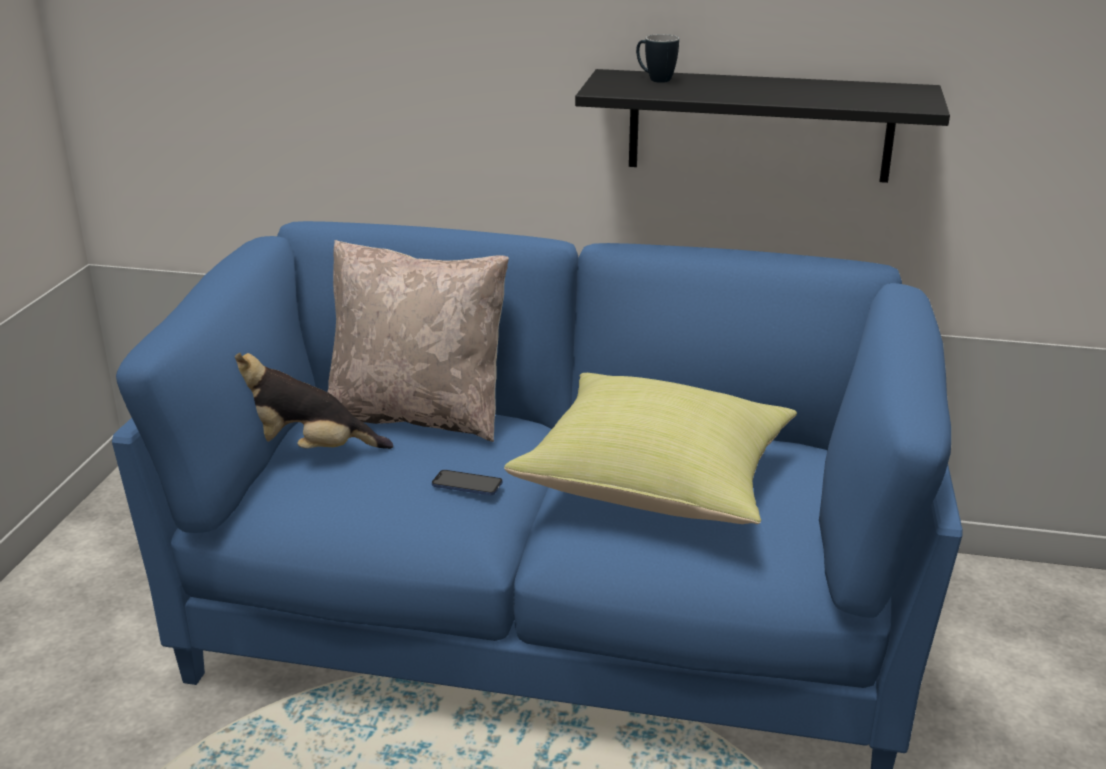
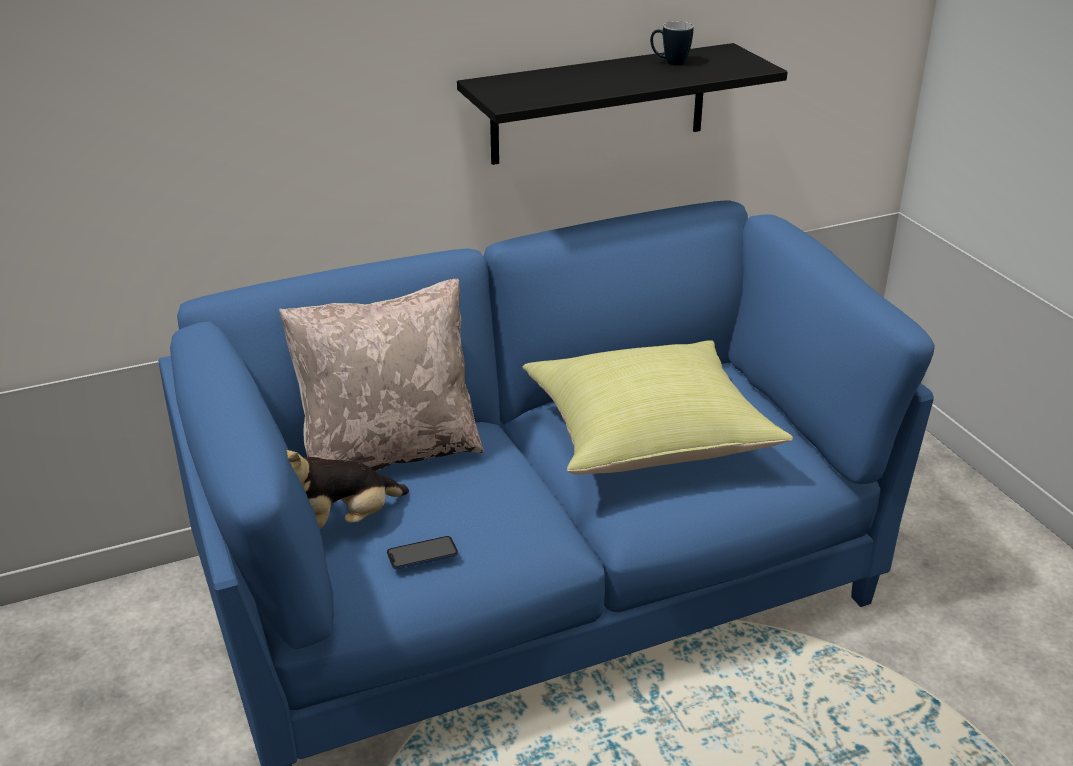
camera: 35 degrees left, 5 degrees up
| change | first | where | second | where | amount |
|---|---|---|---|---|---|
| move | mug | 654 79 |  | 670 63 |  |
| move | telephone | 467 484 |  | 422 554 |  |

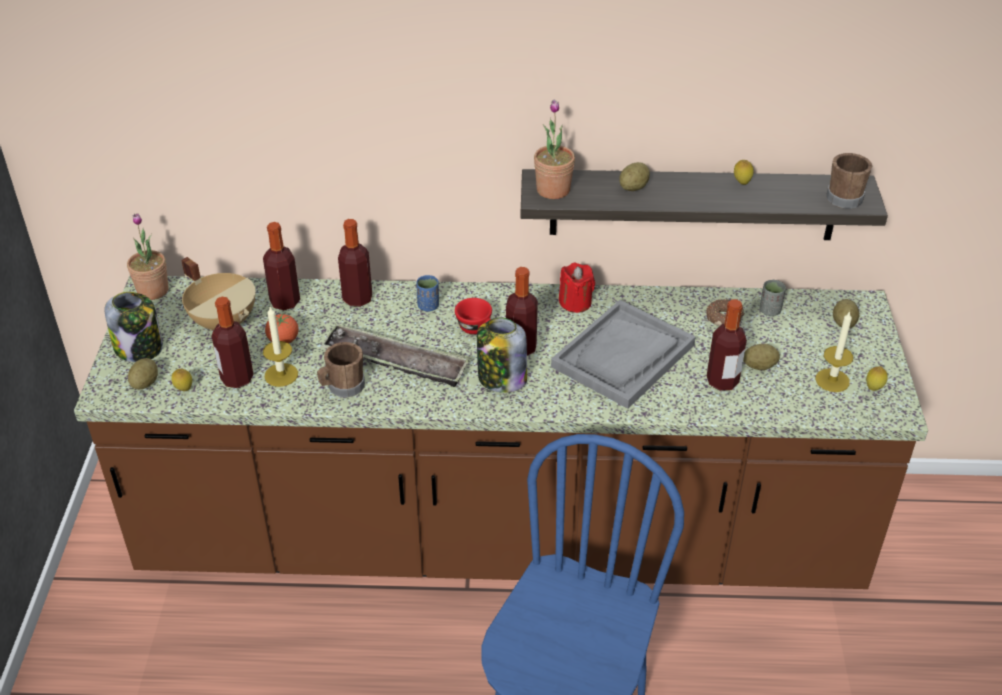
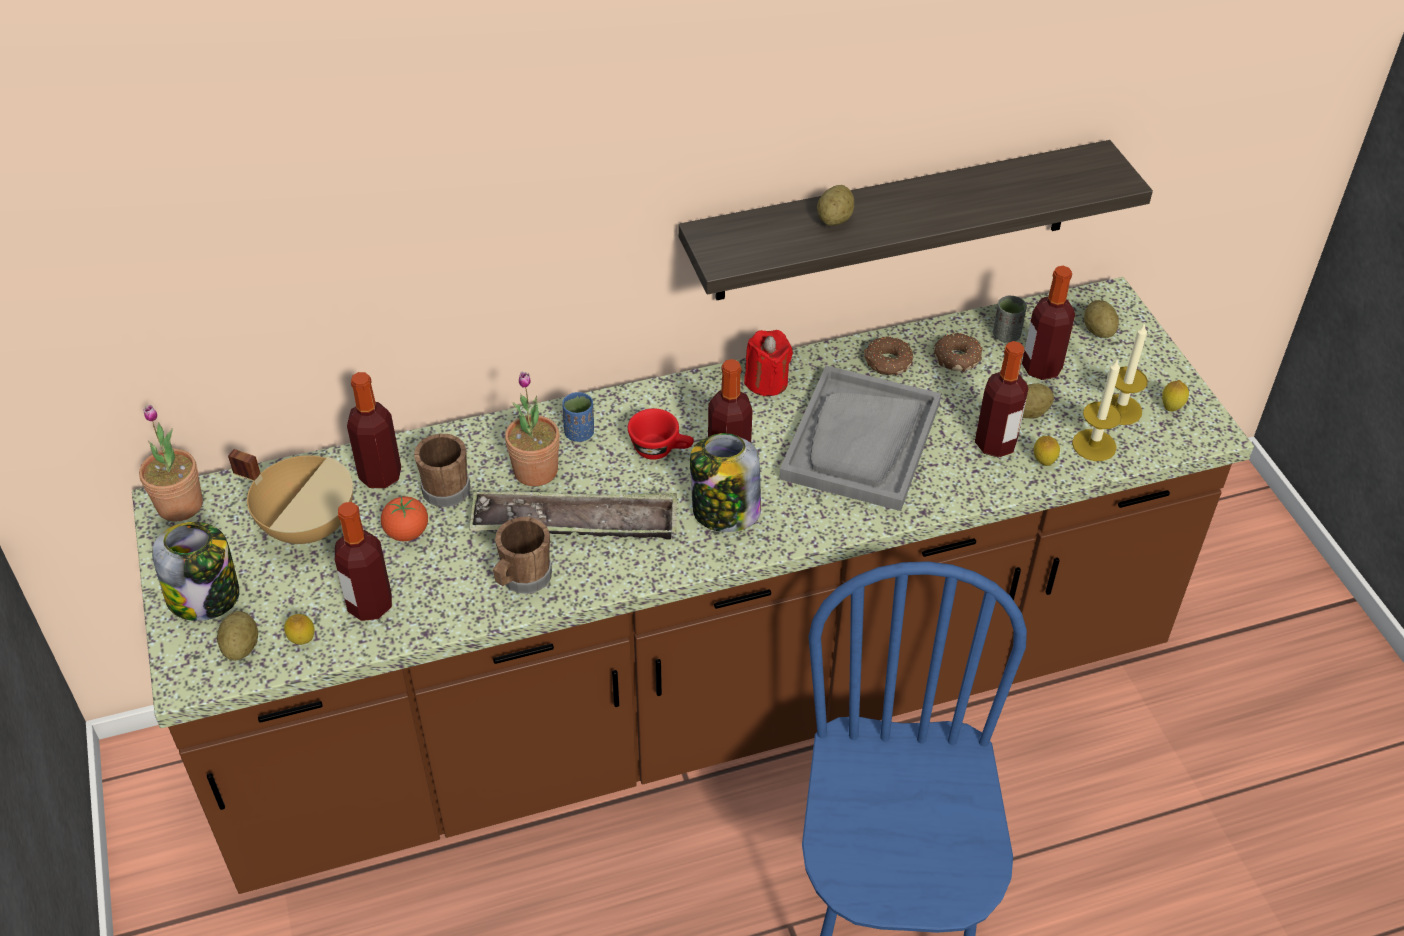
camera: 20 degrees left, 5 degrees up
| change | first | where | second | where | amount |
|---|---|---|---|---|---|
| move | potted plant | 553 190 |  | 535 471 |  |
| move | brown mug | 842 196 |  | 443 486 |  |
| move | citrus fruit | 741 183 |  | 1043 463 |  |
| move | drink bottle | 357 298 |  | 1041 368 |  |
| move | candle | 281 375 |  | 1094 445 |  |
| insert |  |  | doughnut | 887 363 |  |

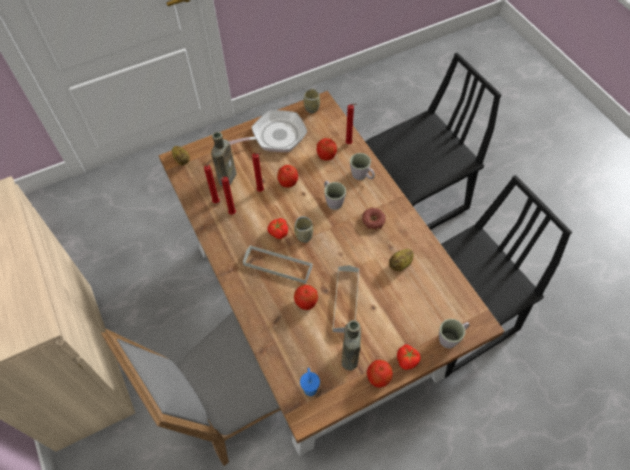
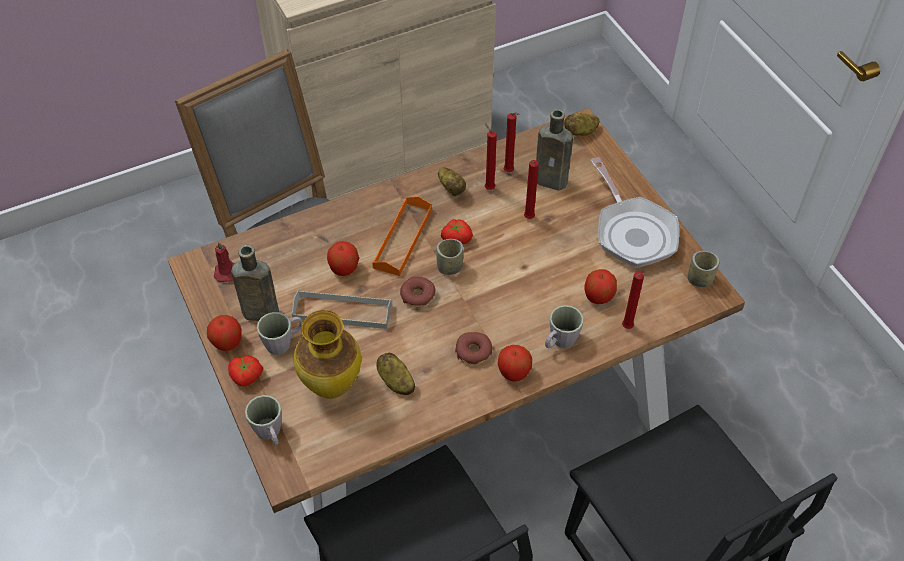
camera: 90 degrees right, 5 degrees down
| change | first | where | second | where | amount |
|---|---|---|---|---|---|
| move | apple | 288 182 |  | 514 372 |  |
| move | grey mug | 332 200 |  | 284 342 |  |
| recolor | grey tray | 277 265 | orangey tray | 403 238 |  |
| replace | blue-coloured drinking cup | 310 388 | red candle | 226 271 |  |
| insert |  |  | spud | 452 188 |  |
| insert |  |  | doughnut | 417 295 |  |
| insert |  |  | decorative vase | 331 387 |  |

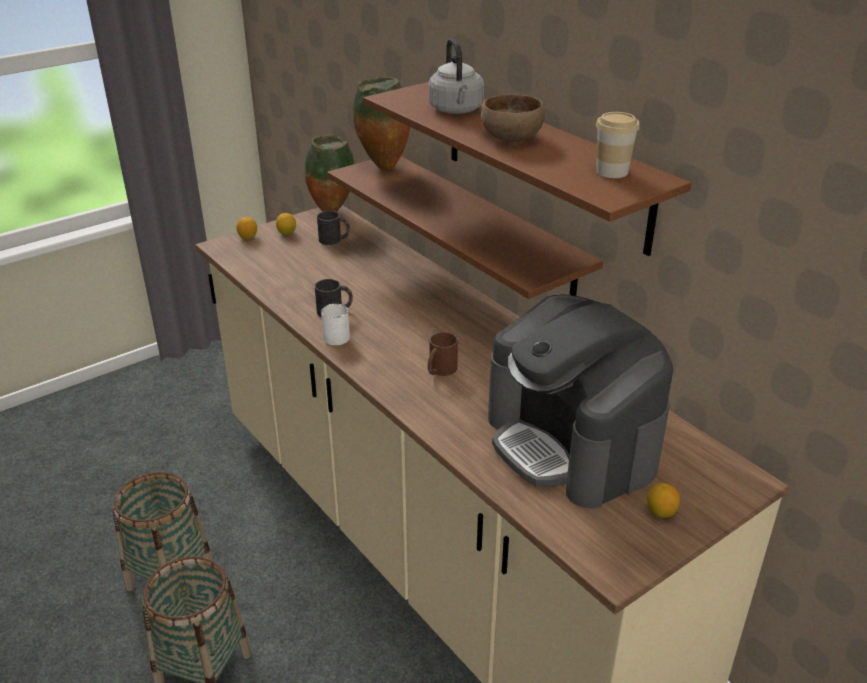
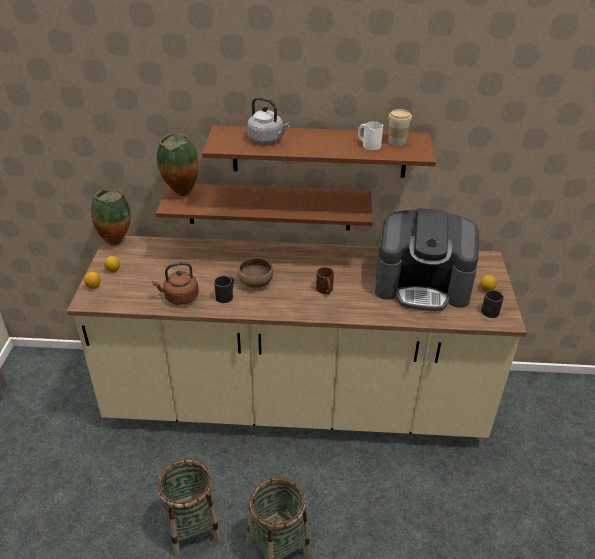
camera: 50 degrees left, 5 degrees up
| change | first | where | second | where | amount |
|---|---|---|---|---|---|
| move | brown deep dish | 510 138 |  | 255 283 |  |
| move | black mug | 334 240 |  | 492 310 |  |
| move | whitish mug | 336 334 |  | 368 144 |  |
| insert |  |  | brown tea kettle | 179 297 |  |

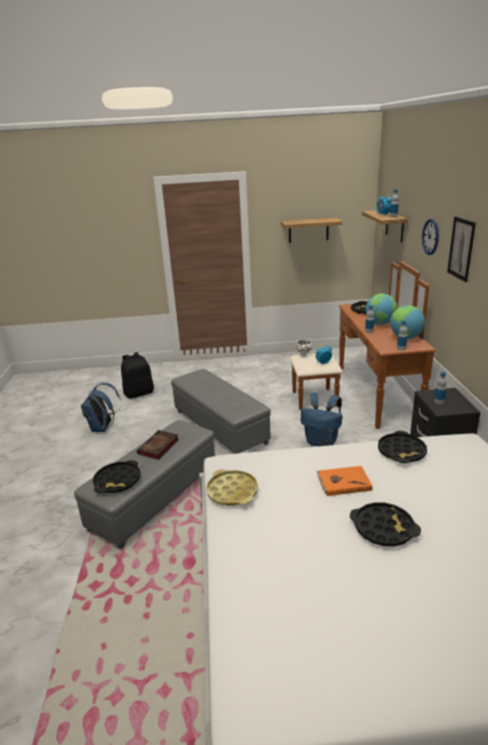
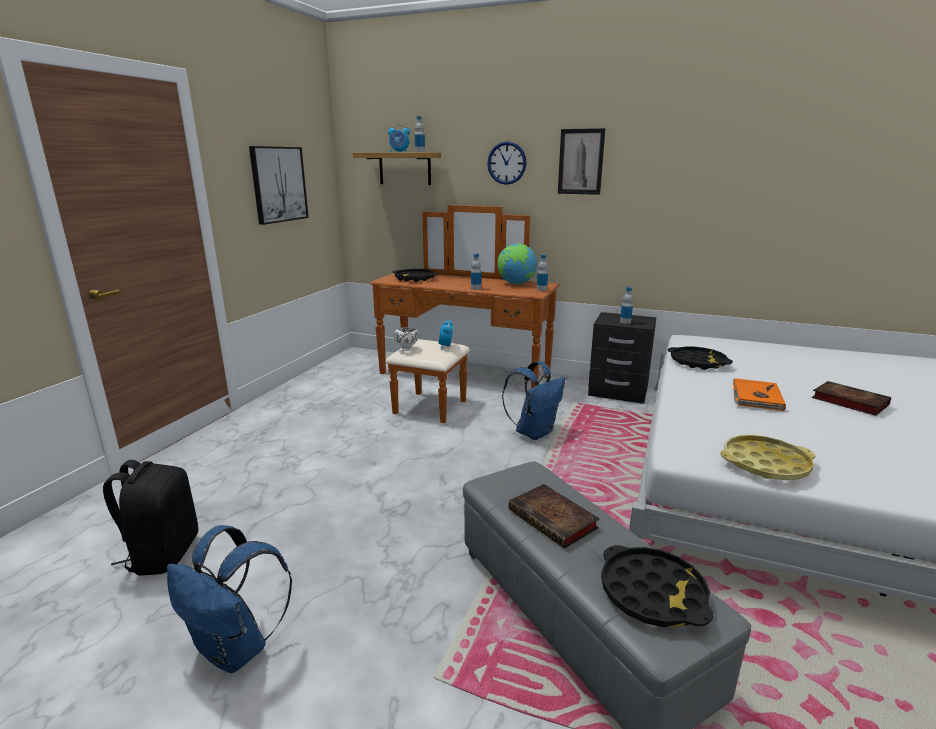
camera: 65 degrees left, 5 degrees down
| change | first | where | second | where | amount |
|---|---|---|---|---|---|
| replace | wall shelf | 308 230 | wall picture | 278 184 |  |
| delete | world globe | 380 324 |  |  |  |
| delete | grey footrest | 221 426 |  |  |  |
| replace | black tray | 383 528 | bound book | 847 401 |  |

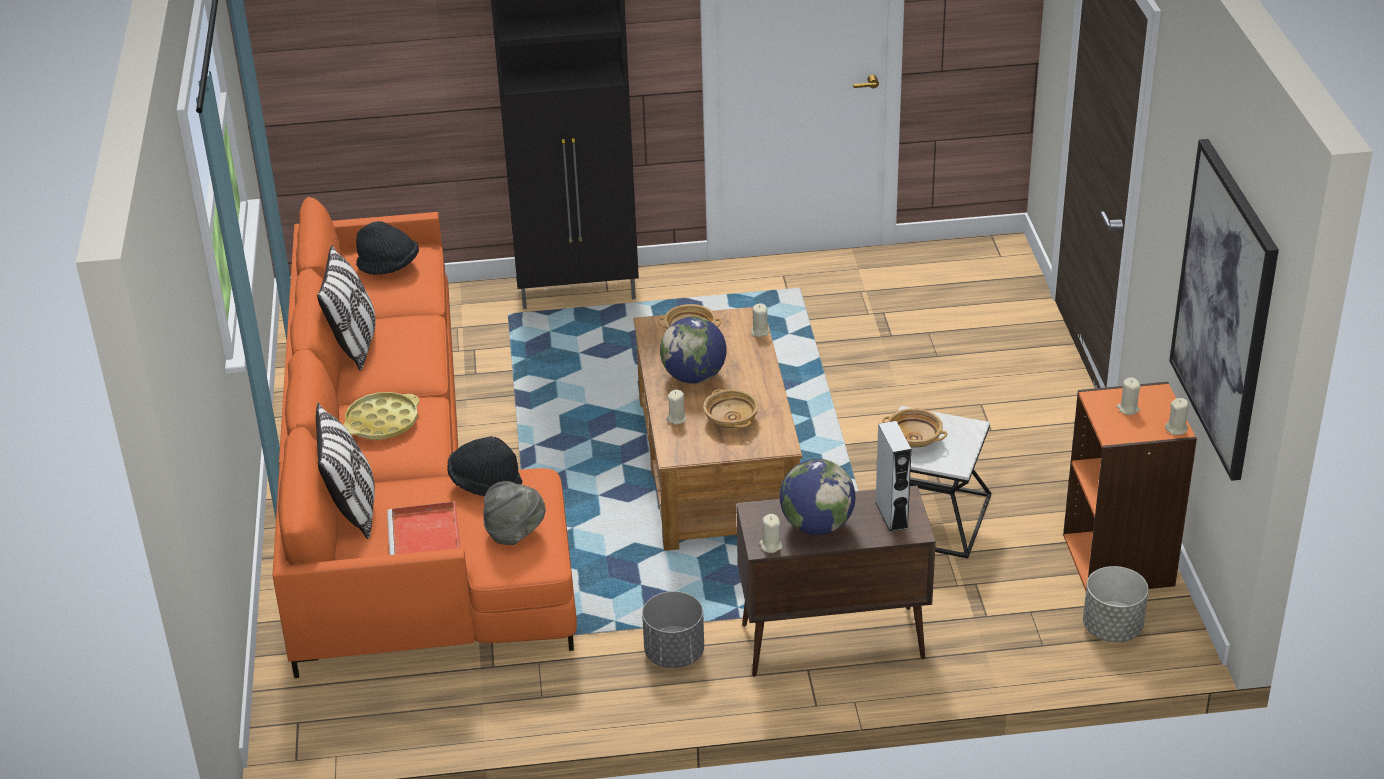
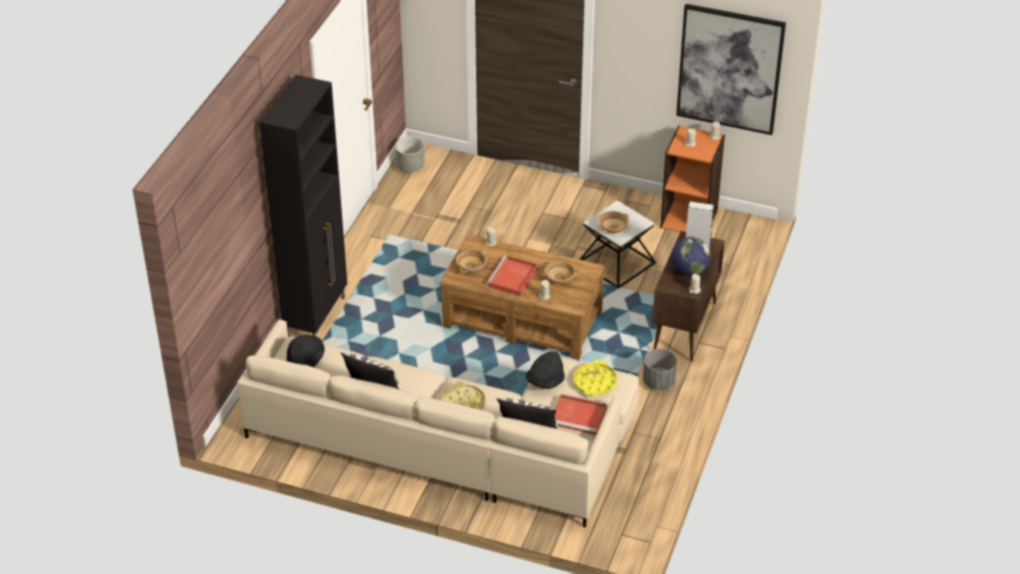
camera: 65 degrees left, 5 degrees up
| change | first | where | second | where | amount |
|---|---|---|---|---|---|
| recolor | orangey couch | 400 490 | beige couch | 452 444 |  |
| replace | world globe | 694 377 | red tray | 513 278 |  |
| replace | grey hat | 515 533 | yellow-coloured tray | 595 382 |  |
| move | grey planter | 1112 629 |  | 410 167 |  |

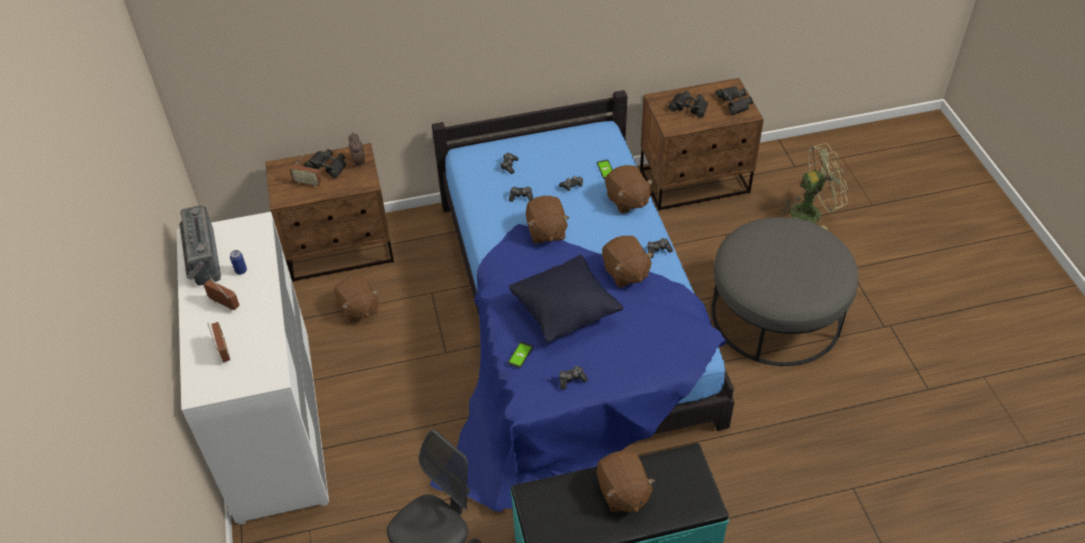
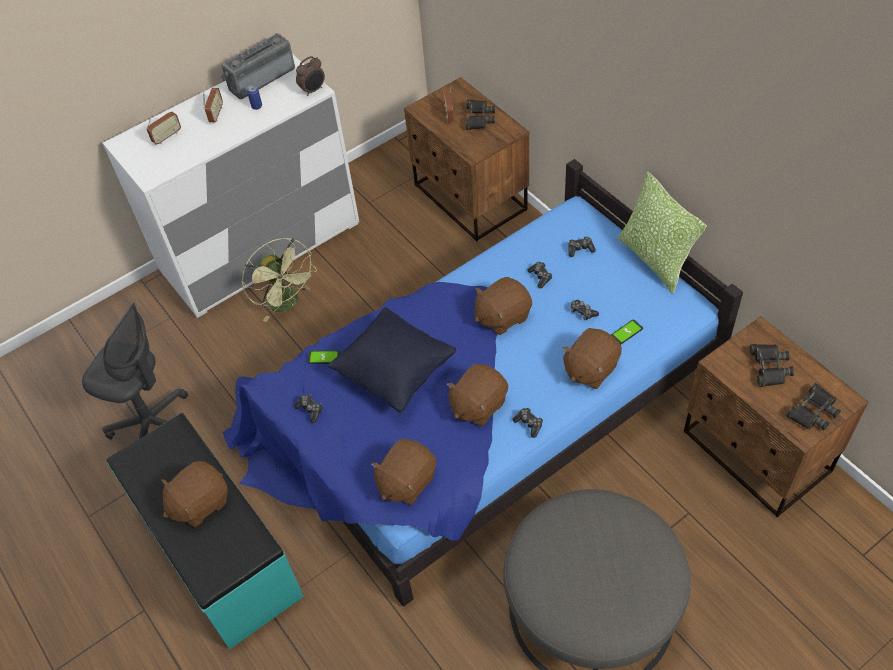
camera: 70 degrees right, 5 degrees up
| change | first | where | second | where | amount |
|---|---|---|---|---|---|
| move | table clock | 359 162 |  | 313 90 |  |
| move | green-coloured fan | 811 212 |  | 287 303 |  |
| move | brown plush toy | 358 309 |  | 406 481 |  |
| insert |  |  | pillow | 655 260 |  |

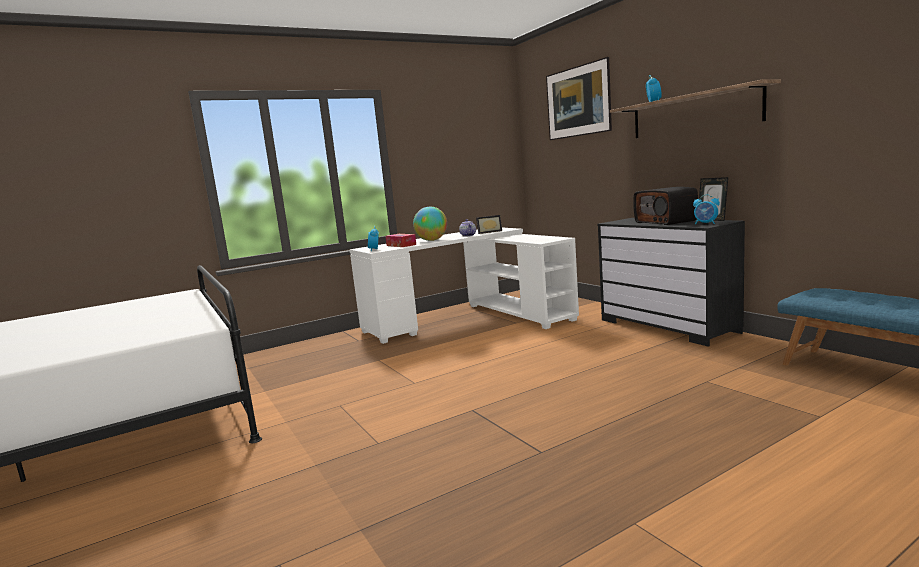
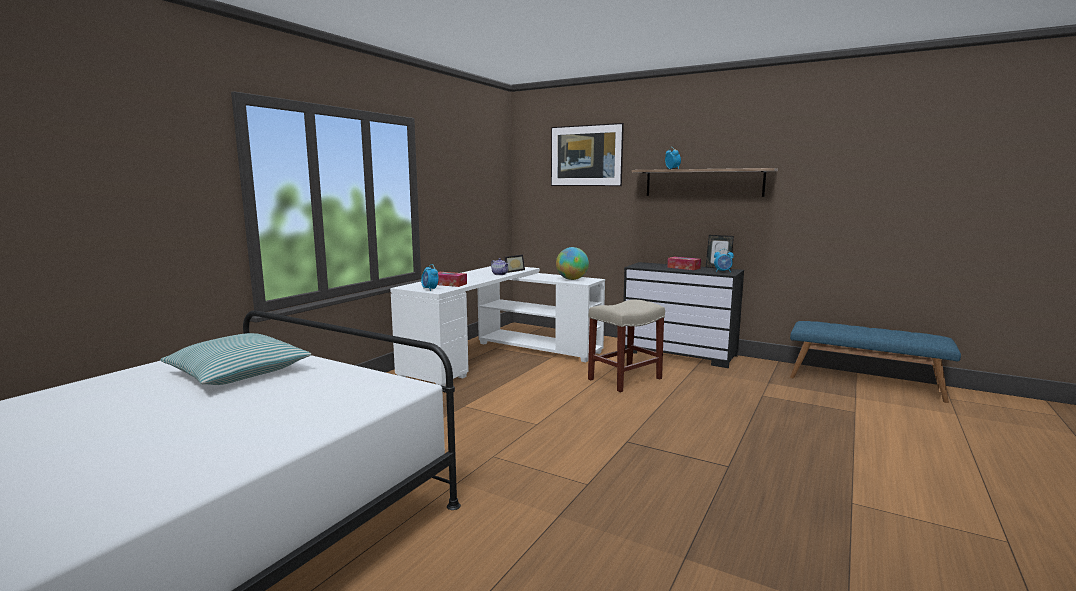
camera: 30 degrees left, 0 degrees up
| change | first | where | second | where | amount |
|---|---|---|---|---|---|
| replace | radio set | 666 221 | box of tissues | 683 268 |  |
| move | world globe | 432 240 |  | 572 279 |  |
| insert |  |  | beige stool seat | 624 379 |  |
| insert |  |  | pillow | 239 372 |  |

